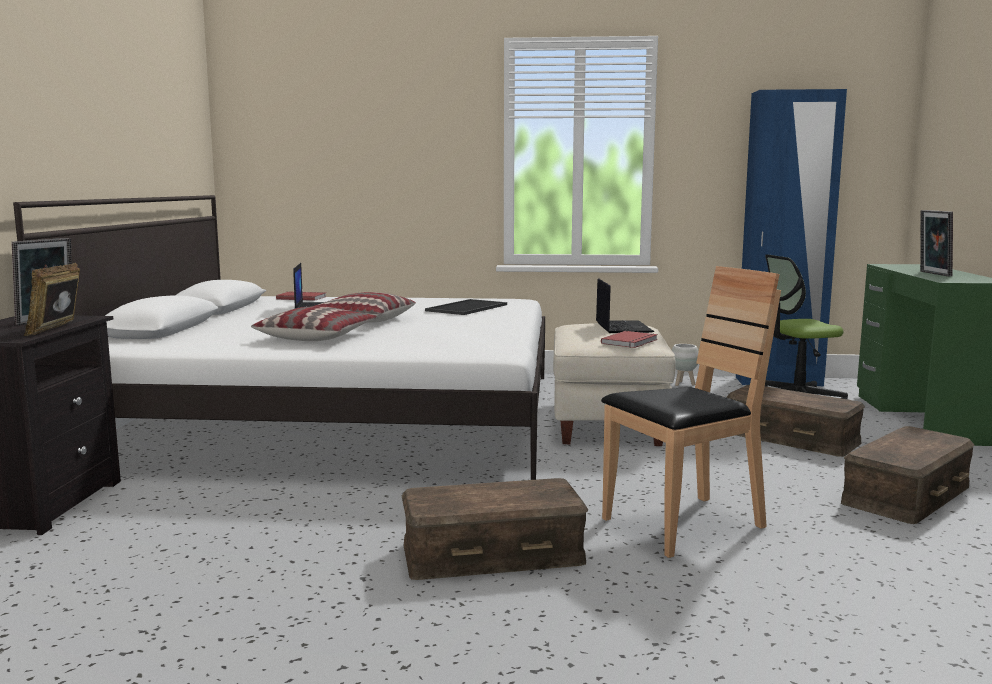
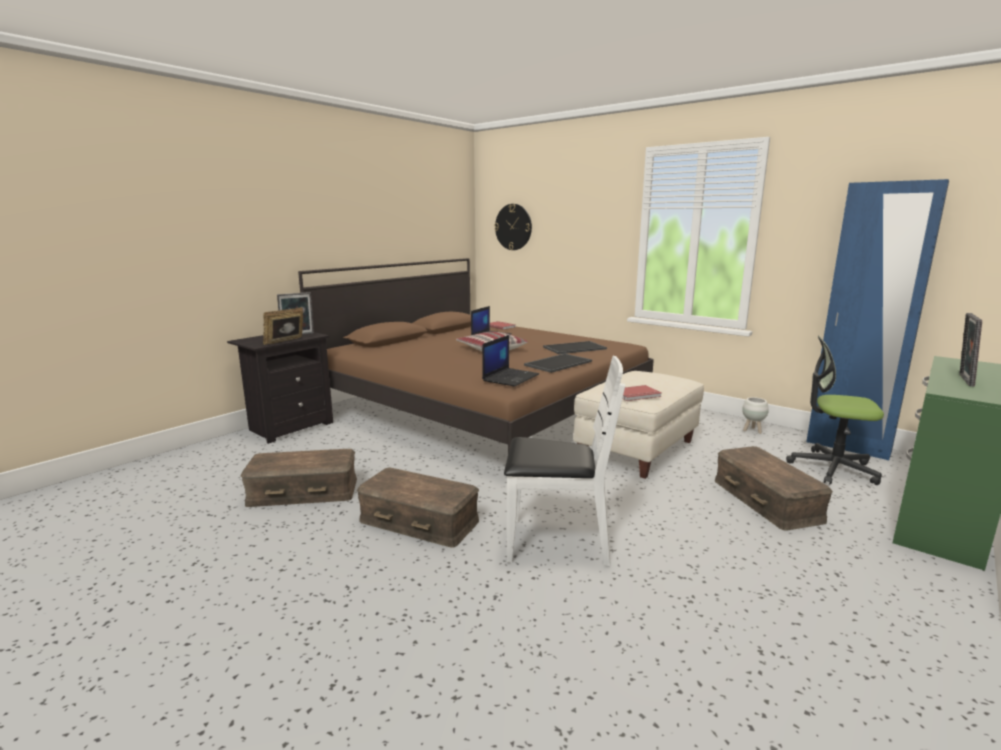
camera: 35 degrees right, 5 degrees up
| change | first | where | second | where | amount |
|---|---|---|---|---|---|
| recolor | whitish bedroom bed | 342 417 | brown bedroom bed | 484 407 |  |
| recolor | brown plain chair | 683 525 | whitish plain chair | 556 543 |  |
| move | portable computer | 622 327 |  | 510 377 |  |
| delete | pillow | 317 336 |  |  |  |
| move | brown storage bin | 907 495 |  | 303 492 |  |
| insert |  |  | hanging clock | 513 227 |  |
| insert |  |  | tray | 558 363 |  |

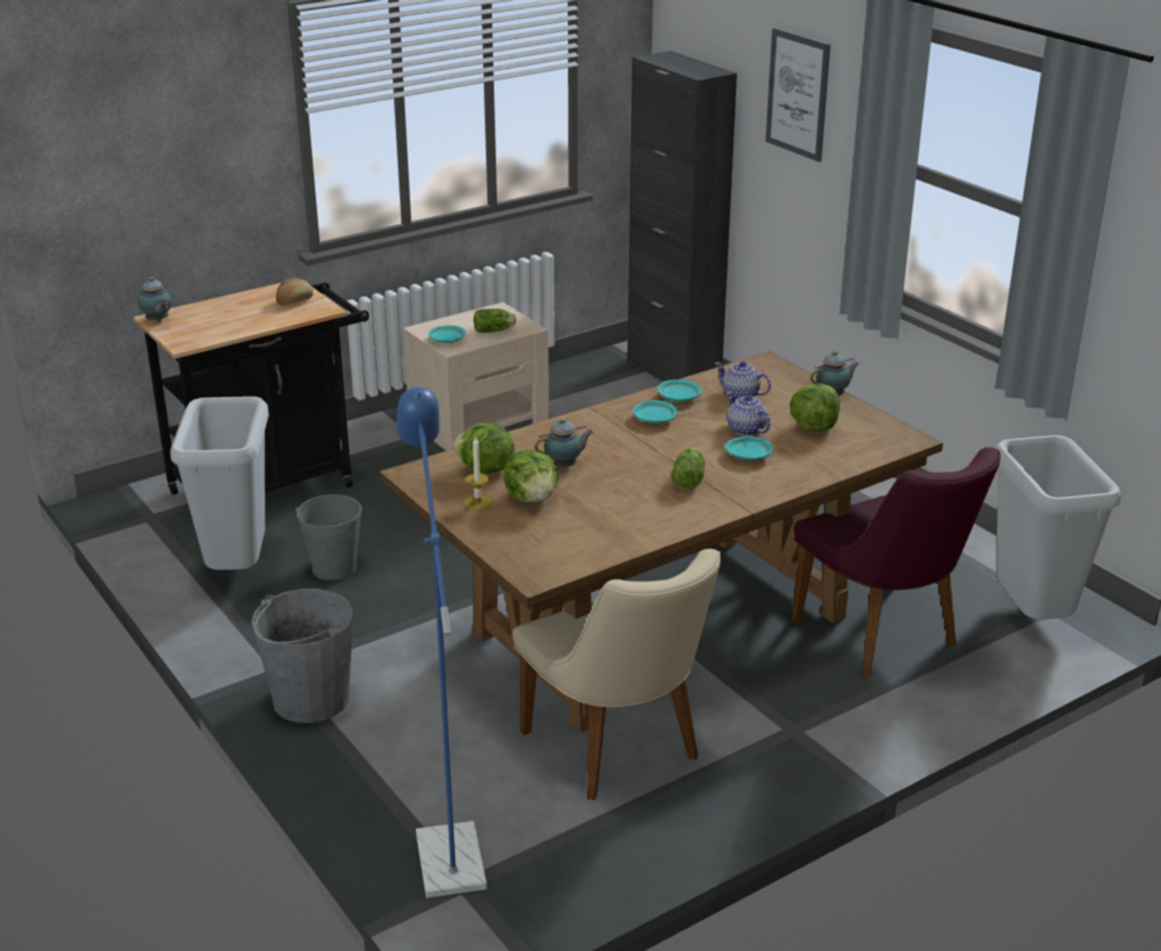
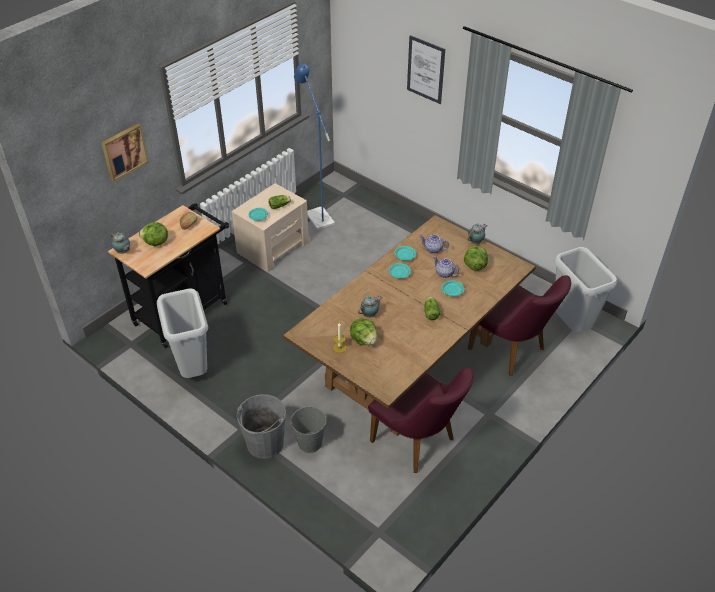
camera: 15 degrees left, 15 degrees up
| change | first | where | second | where | amount |
|---|---|---|---|---|---|
| delete | black cupboard | 673 371 |  |  |  |
| move | blue-coloured floor lamp | 447 848 |  | 317 215 |  |
| move | head of lettuce | 485 470 |  | 155 243 |  |
| move | grey bucket | 334 568 |  | 310 442 |  |
| recolor | beige plain chair | 620 752 | purple-coloured plain chair | 419 443 |  |
| insert |  |  | wall picture | 124 151 |  |

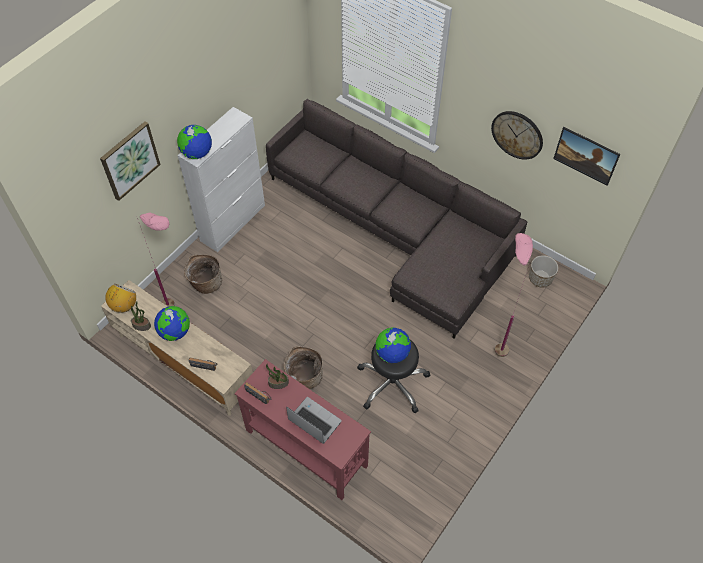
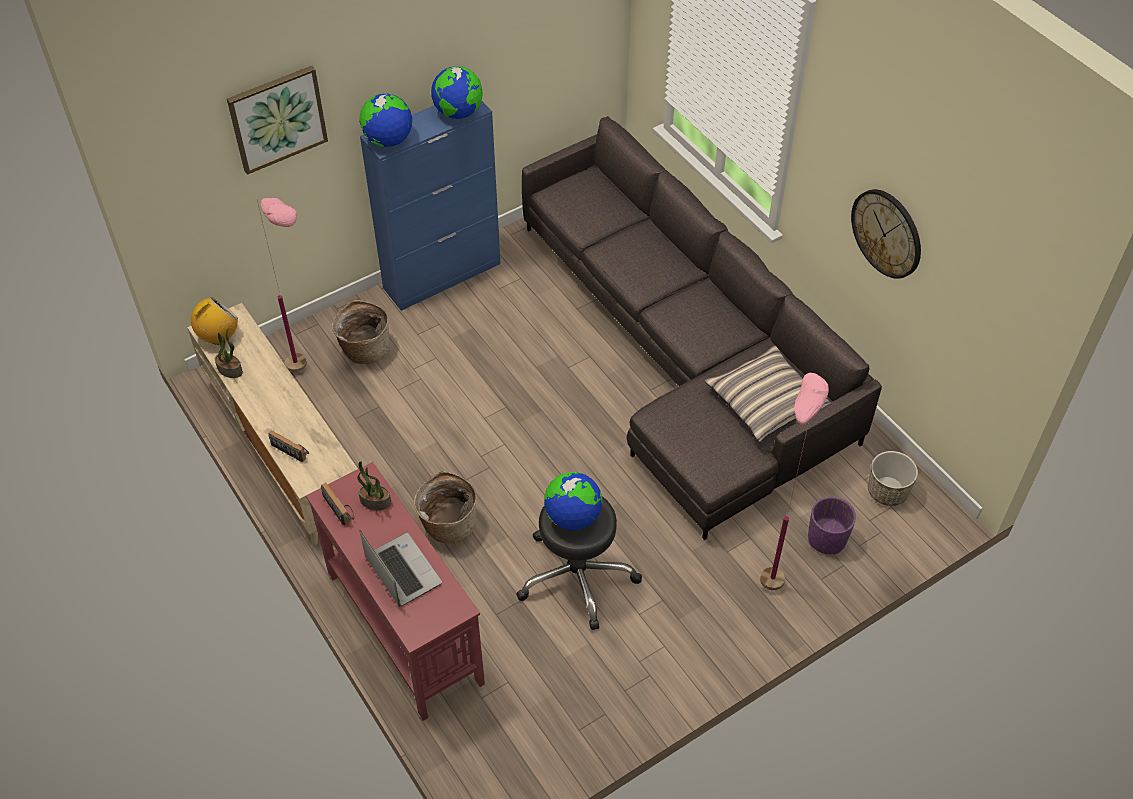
camera: 20 degrees right, 5 degrees down
| change | first | where | second | where | amount |
|---|---|---|---|---|---|
| recolor | whitish cupboard | 233 222 | blue-coloured cupboard | 443 275 |  |
| delete | wall picture | 583 163 |  |  |  |
| move | world globe | 175 332 |  | 458 113 |  |
| insert |  |  | pillow | 766 401 |  |
| insert |  |  | purple-coloured planter | 827 539 |  |

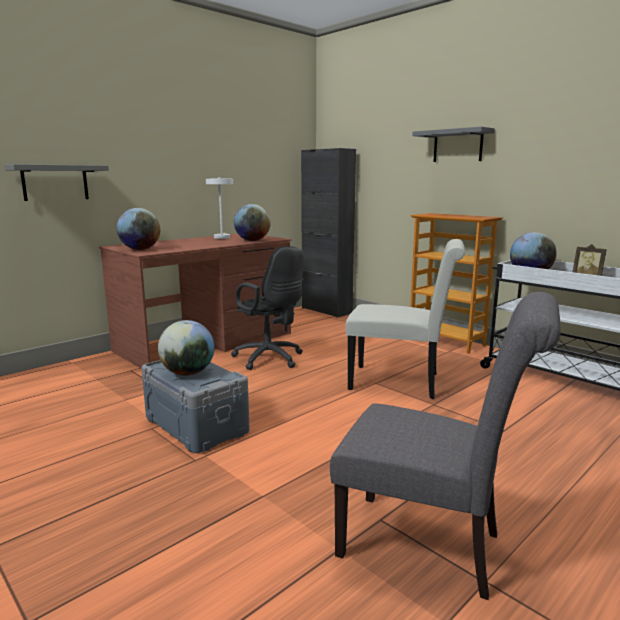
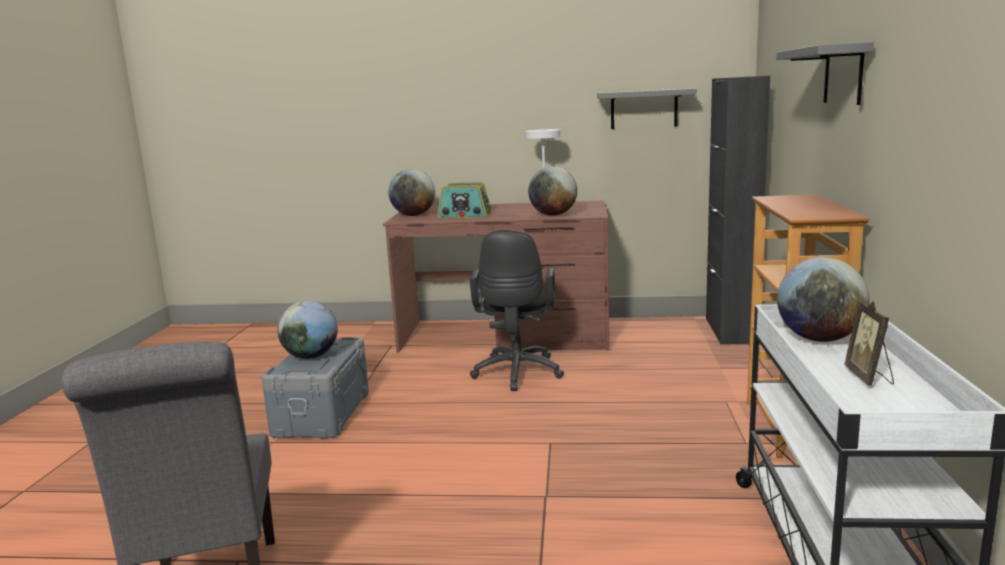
camera: 50 degrees right, 0 degrees up
| change | first | where | second | where | amount |
|---|---|---|---|---|---|
| move | grey wall shelf | 55 182 |  | 644 109 |  |
| delete | whitish plain chair | 401 382 |  |  |  |
| insert |  |  | radio set | 464 215 |  |

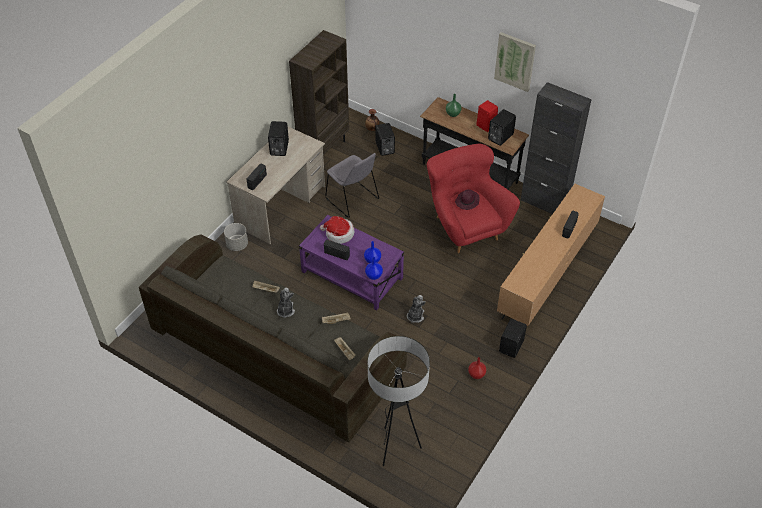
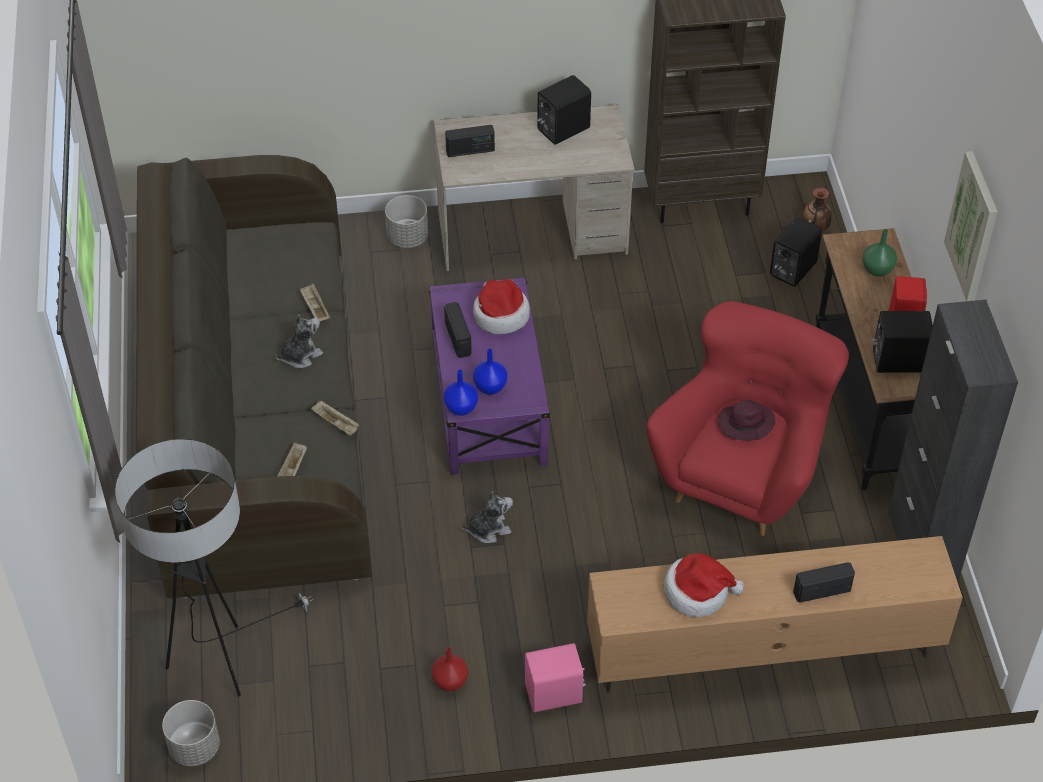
camera: 50 degrees right, 0 degrees up
| change | first | where | second | where | amount |
|---|---|---|---|---|---|
| delete | grey plain chair | 353 200 |  |  |  |
| recolor | black loudspeaker | 512 346 | pinkish loudspeaker | 554 695 |  |
| insert |  |  | hat | 698 592 |  |
| insert |  |  | grey planter | 195 747 |  |

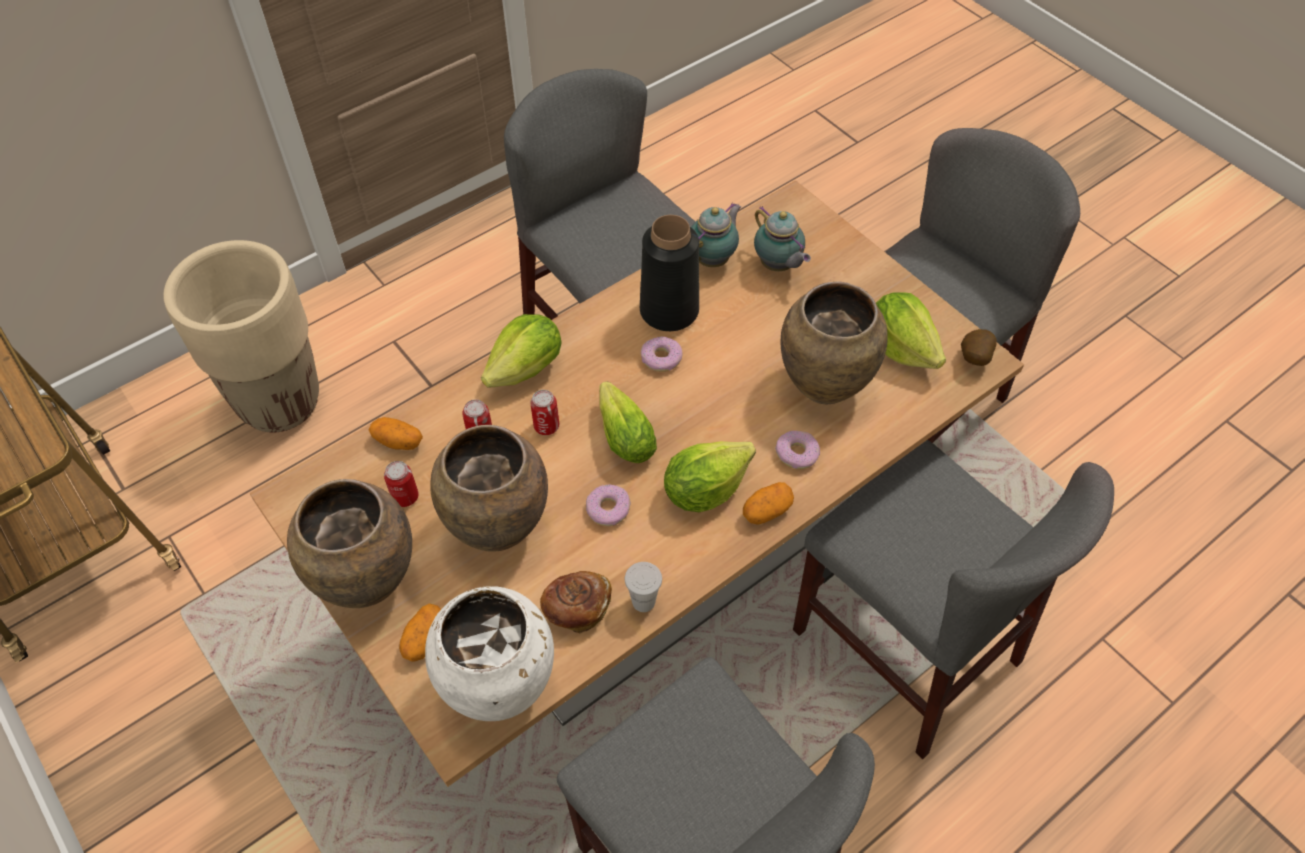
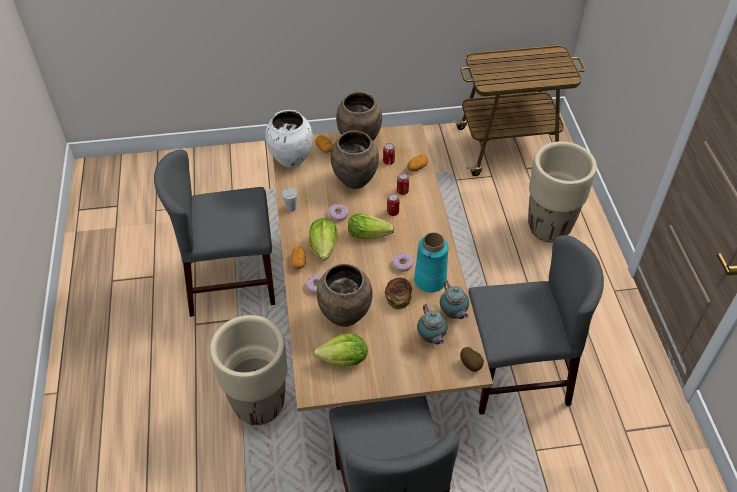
camera: 120 degrees right, 5 degrees down
| change | first | where | second | where | amount |
|---|---|---|---|---|---|
| rotate | teapot | 778 266 |  | 431 338 | 105 degrees counterclockwise |
| recolor | black decorative vase | 668 310 | turquoise-coloured decorative vase | 430 280 |  |
| delete | head of lettuce | 526 369 |  |  |  |
| move | spud | 973 359 |  | 471 364 |  |
| replace | grey plain chair | 905 646 | beige planter | 258 404 |  |
| move | bread | 576 609 |  | 398 297 |  |

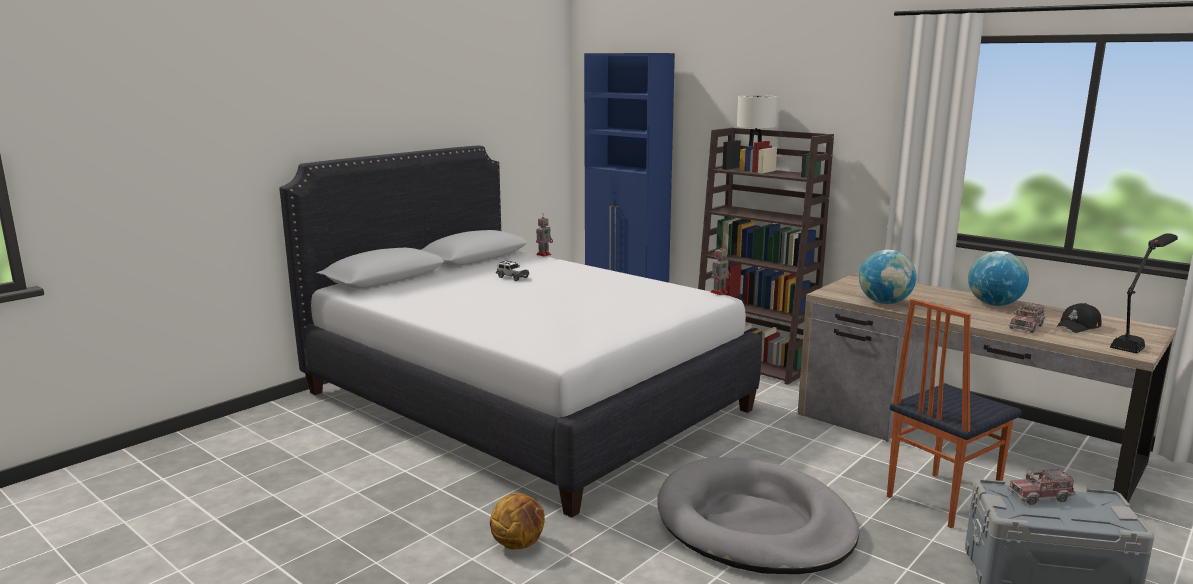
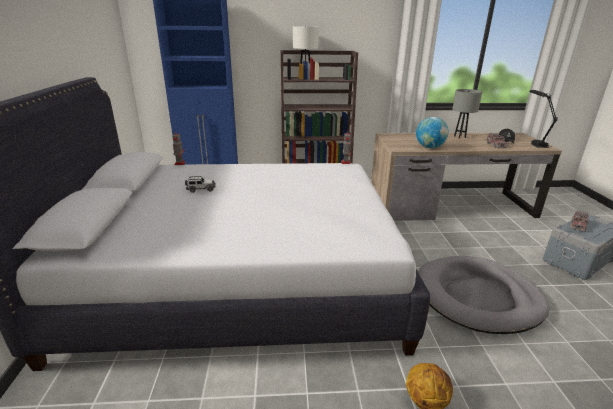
camera: 45 degrees left, 10 degrees up
| change | first | where | second | where | amount |
|---|---|---|---|---|---|
| replace | world globe | 994 304 | grey lamp for a table | 459 137 |  |
| delete | plain chair | 940 499 |  |  |  |

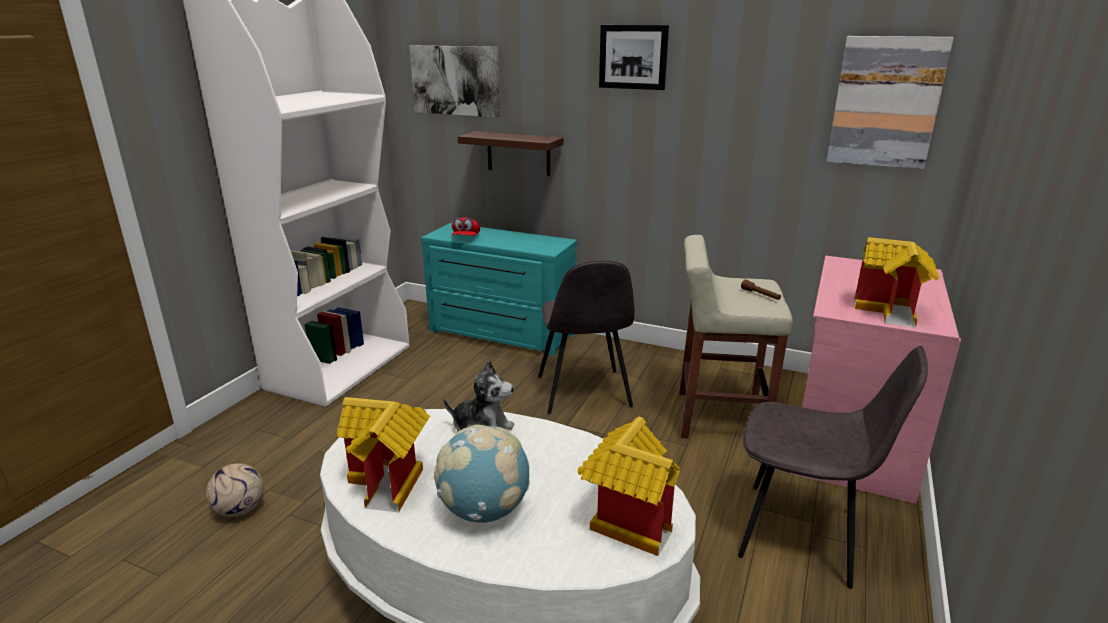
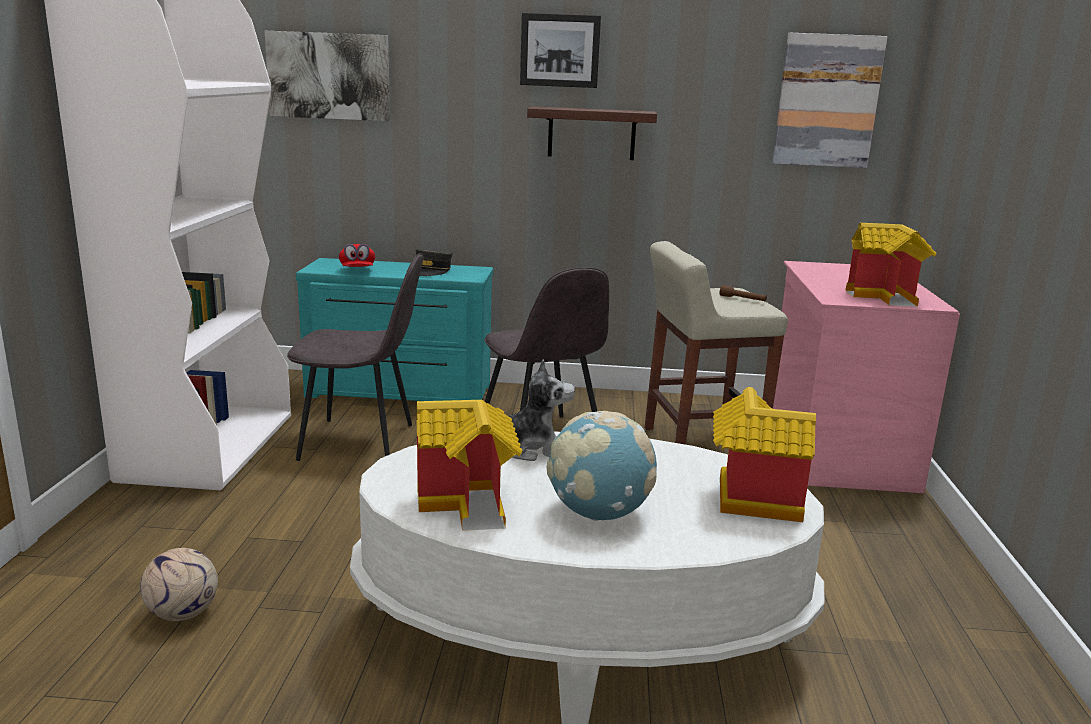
camera: 20 degrees left, 5 degrees down
| change | first | where | second | where | amount |
|---|---|---|---|---|---|
| move | wall shelf | 518 153 |  | 591 133 |  |
| move | grey plain chair | 802 534 |  | 361 442 |  |
| insert |  |  | grey baseball cap | 431 271 |  |

